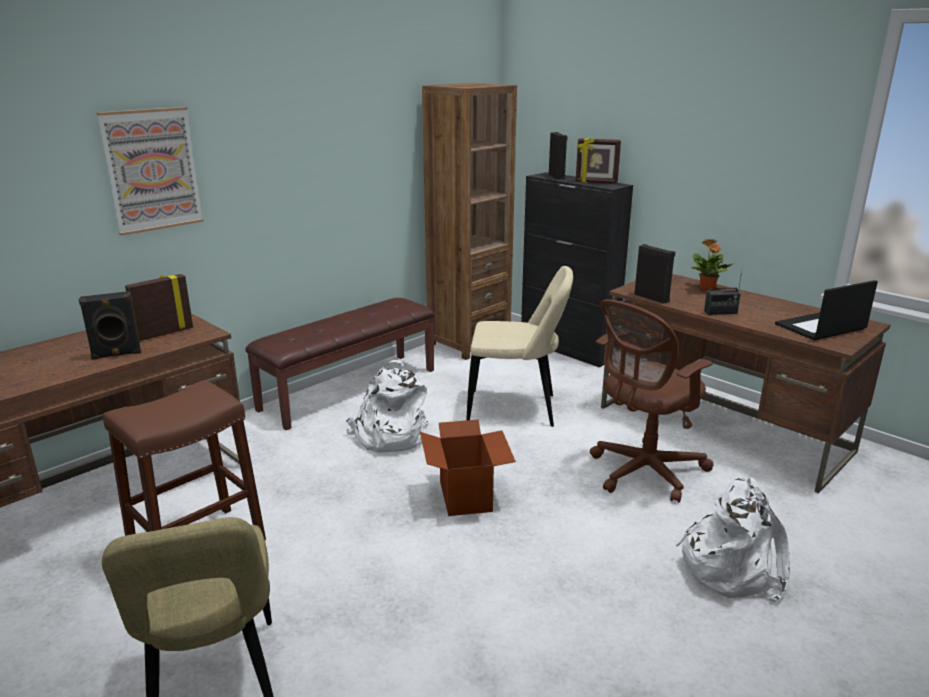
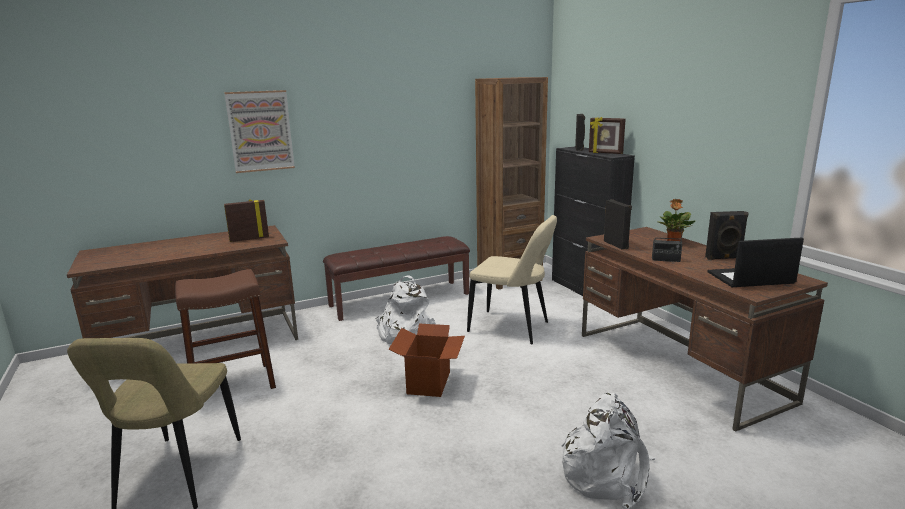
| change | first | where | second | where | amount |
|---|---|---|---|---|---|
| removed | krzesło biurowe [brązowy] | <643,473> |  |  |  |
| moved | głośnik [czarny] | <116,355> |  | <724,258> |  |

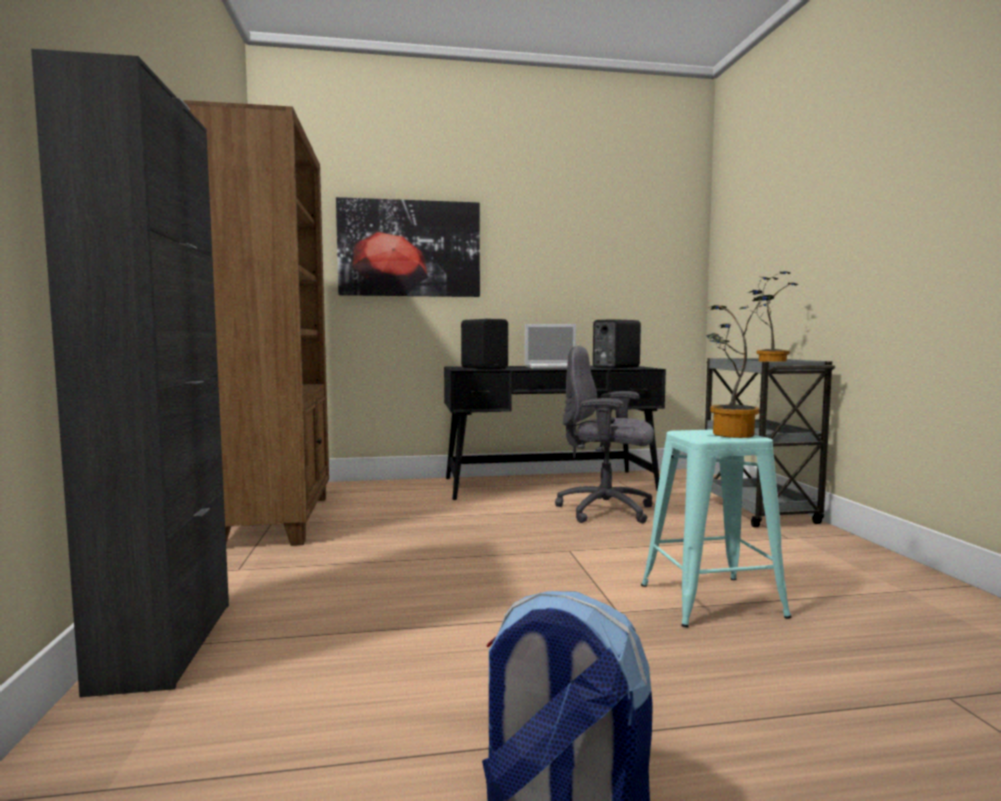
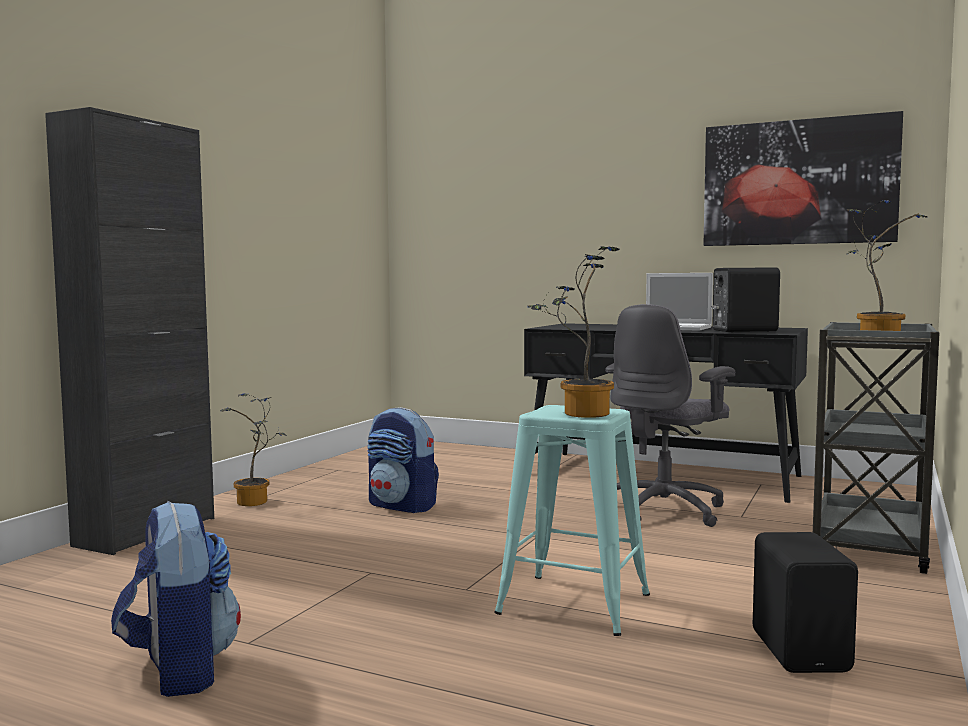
| change | first | where | second | where | amount |
|---|---|---|---|---|---|
| removed | regał [brązowy] | <278,519> |  |  |  |
| added |  |  | roślina doniczkowa | <256,503> |  |
| added |  |  | plecak | <402,506> |  |
| moved | obraz | <409,249> |  | <798,182> |  |
| moved | głośnik [czarny] | <485,368> |  | <802,651> |  |
| turned | krzesło biurowe [szary] | <606,511> |  | <665,510> | 105 degrees counterclockwise |

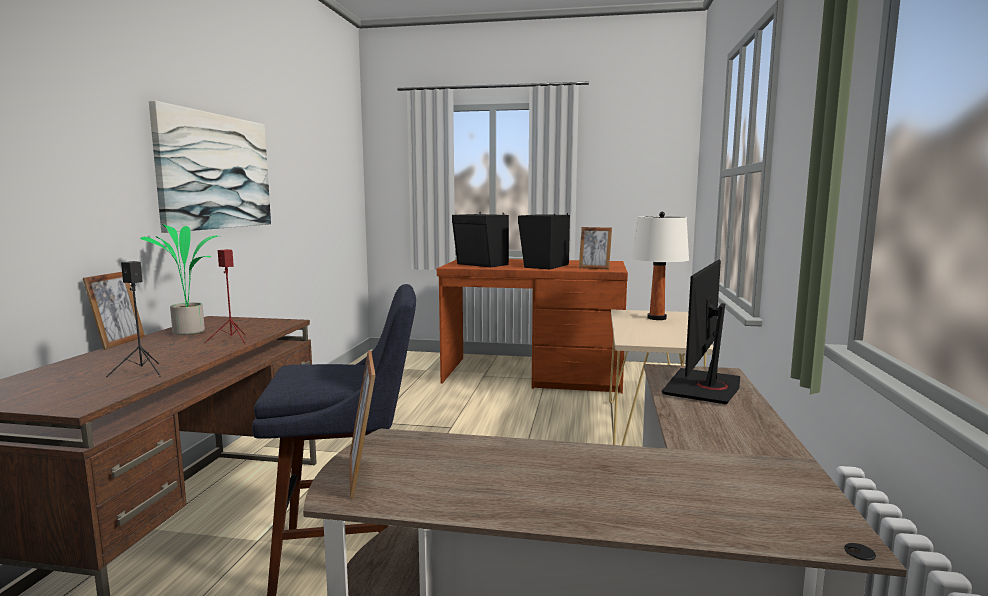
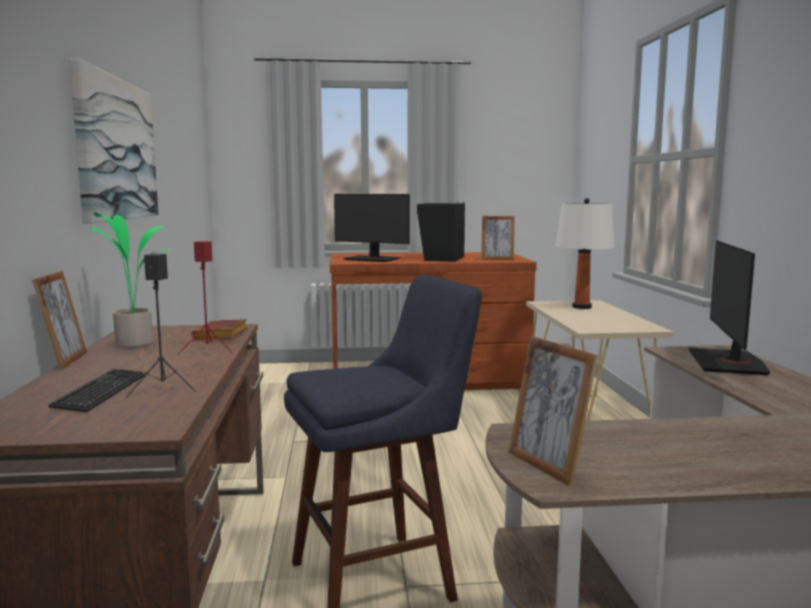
| change | first | where | second | where | amount |
|---|---|---|---|---|---|
| added |  |  | klawiatura | <101,392> |  |
| added |  |  | książka [brązowy] | <222,336> |  |
| replaced | głośnik [czarny] | <481,264> | monitor | <372,259> |  |

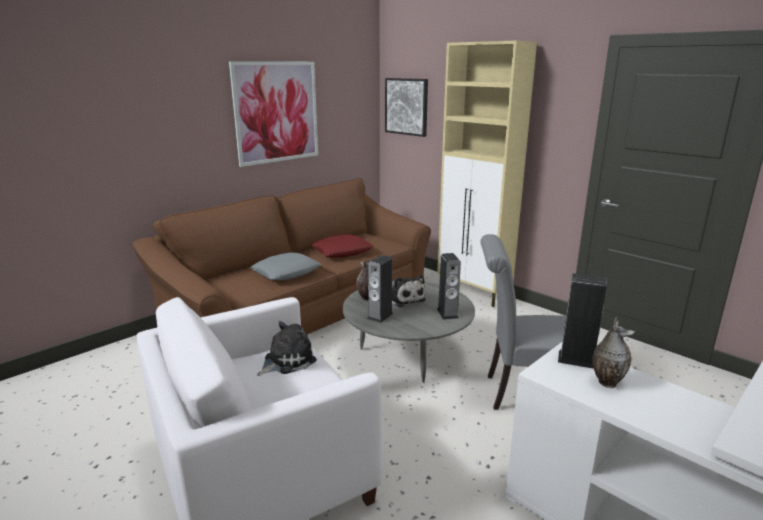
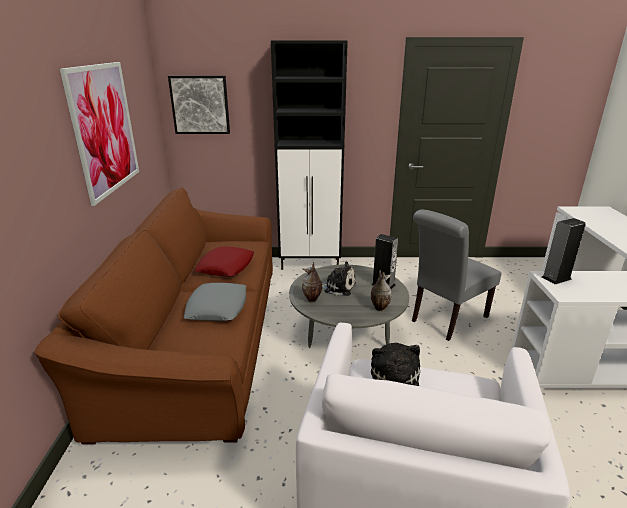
| change | first | where | second | where | amount |
|---|---|---|---|---|---|
| removed | głośnik | <380,316> |  |  |  |
| moved | wazon | <606,382> |  | <379,308> |  |
| recoloured | szafka [beżowy] | <474,293> | szafka [czarny] | <311,264> |  |

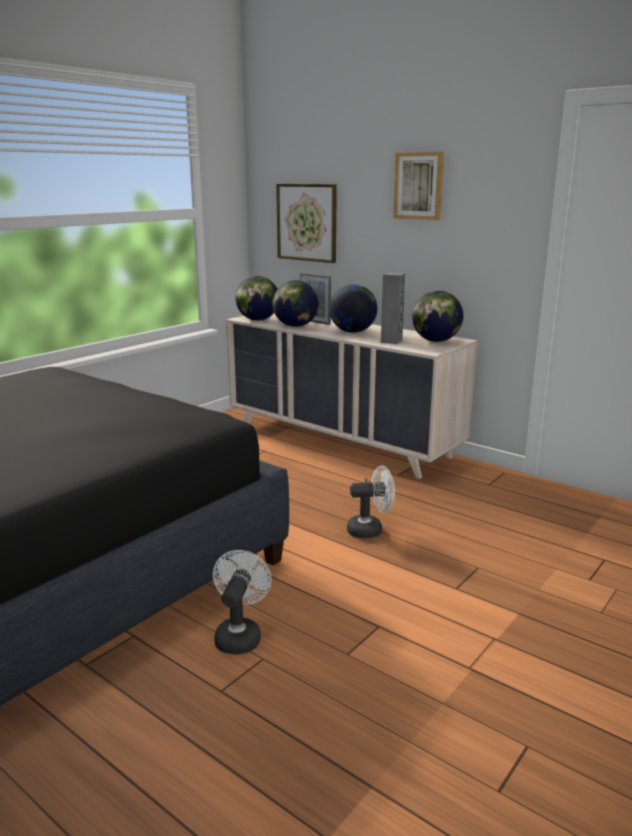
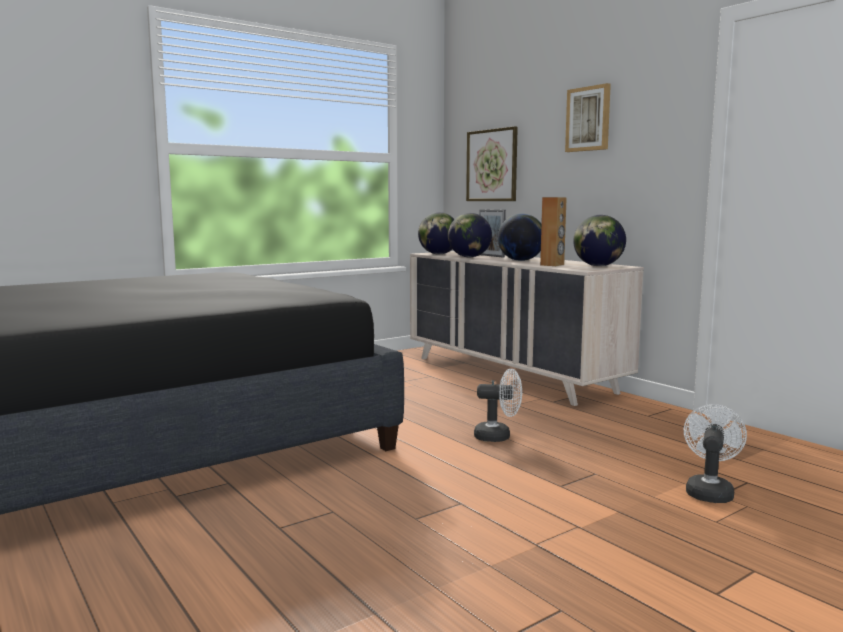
| change | first | where | second | where | amount |
|---|---|---|---|---|---|
| moved | wentylator [biały] | <239,635> |  | <709,491> |  |
| recoloured | głośnik [szary] | <392,341> | głośnik [brązowy] | <552,265> |  |

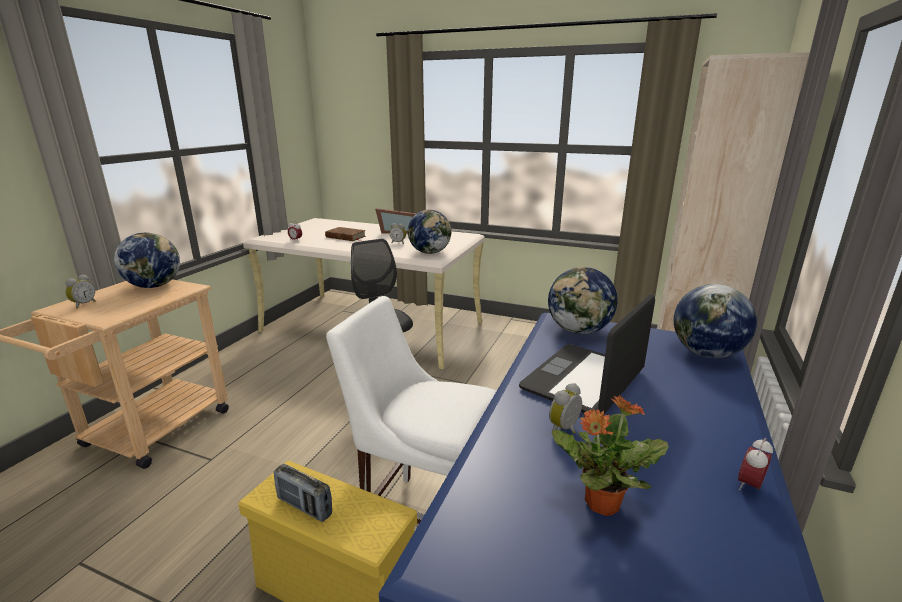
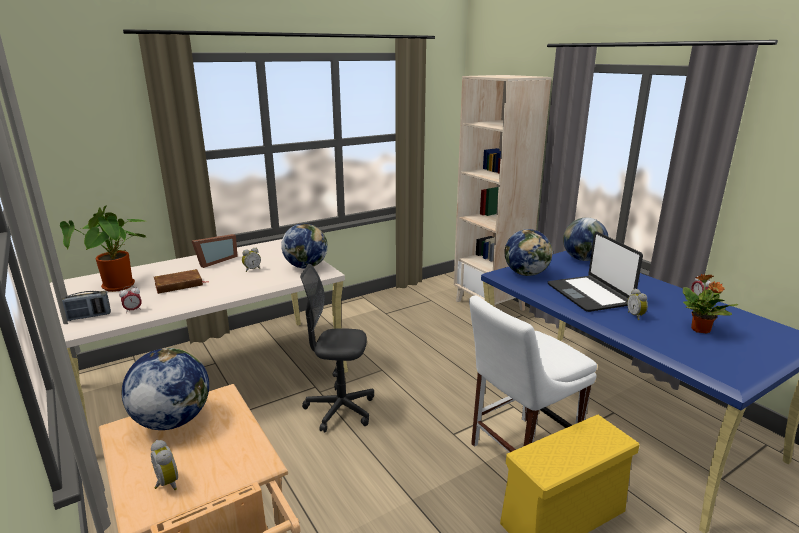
| change | first | where | second | where | amount |
|---|---|---|---|---|---|
| added |  |  | roślina doniczkowa | <119,287> |  |
| moved | radio | <304,507> |  | <88,316> |  |

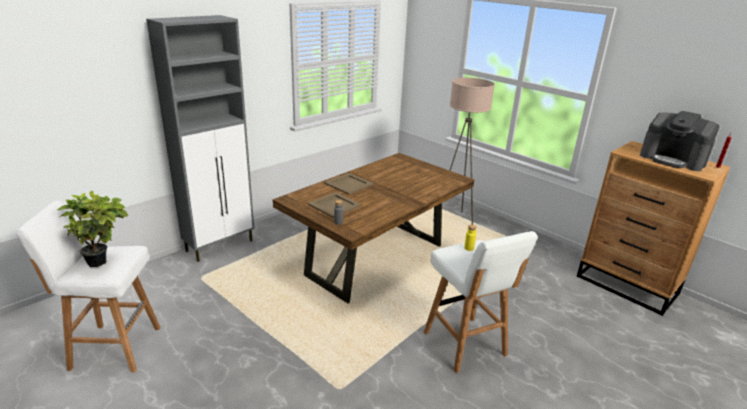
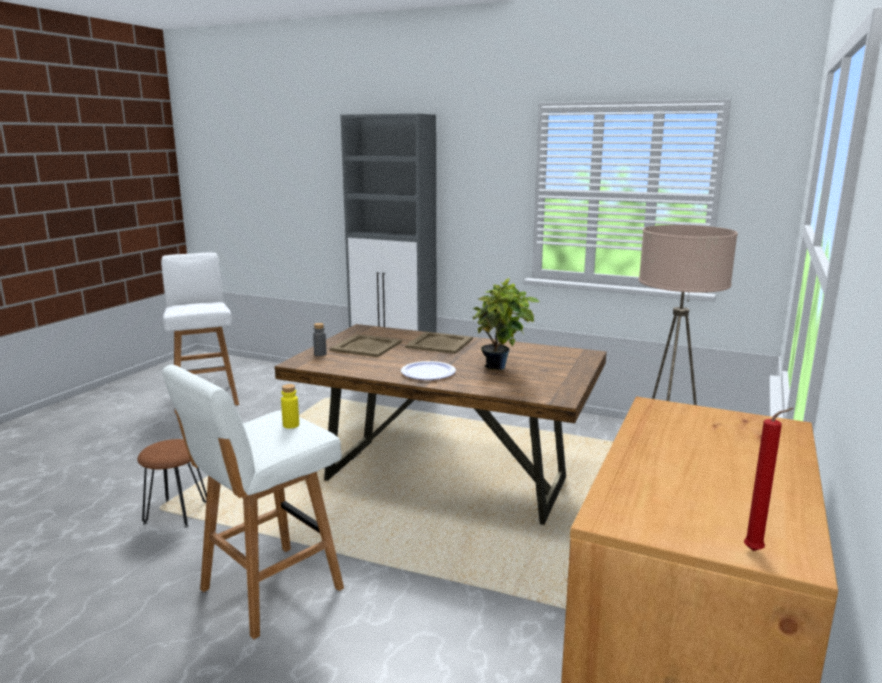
| change | first | where | second | where | amount |
|---|---|---|---|---|---|
| removed | ekspres do kawy | <673,159> |  |  |  |
| added |  |  | stołek [brązowy] | <177,513> |  |
| added |  |  | talerz | <428,372> |  |
| moved | roślina doniczkowa | <103,261> |  | <500,368> |  |

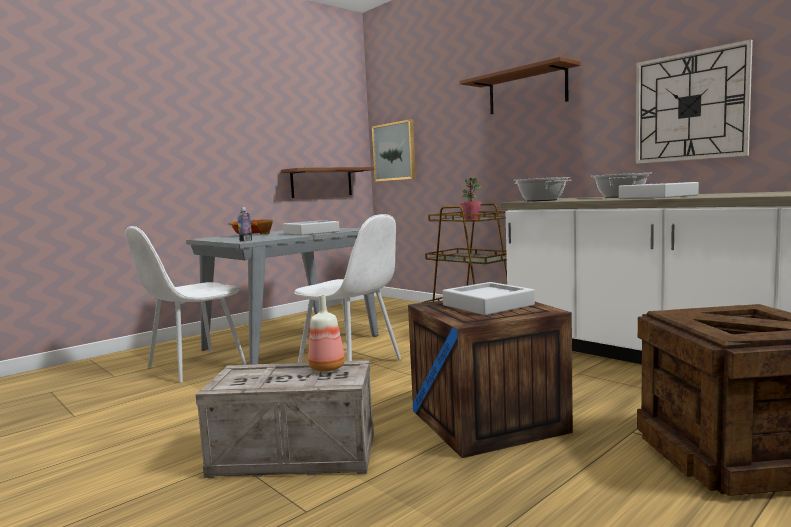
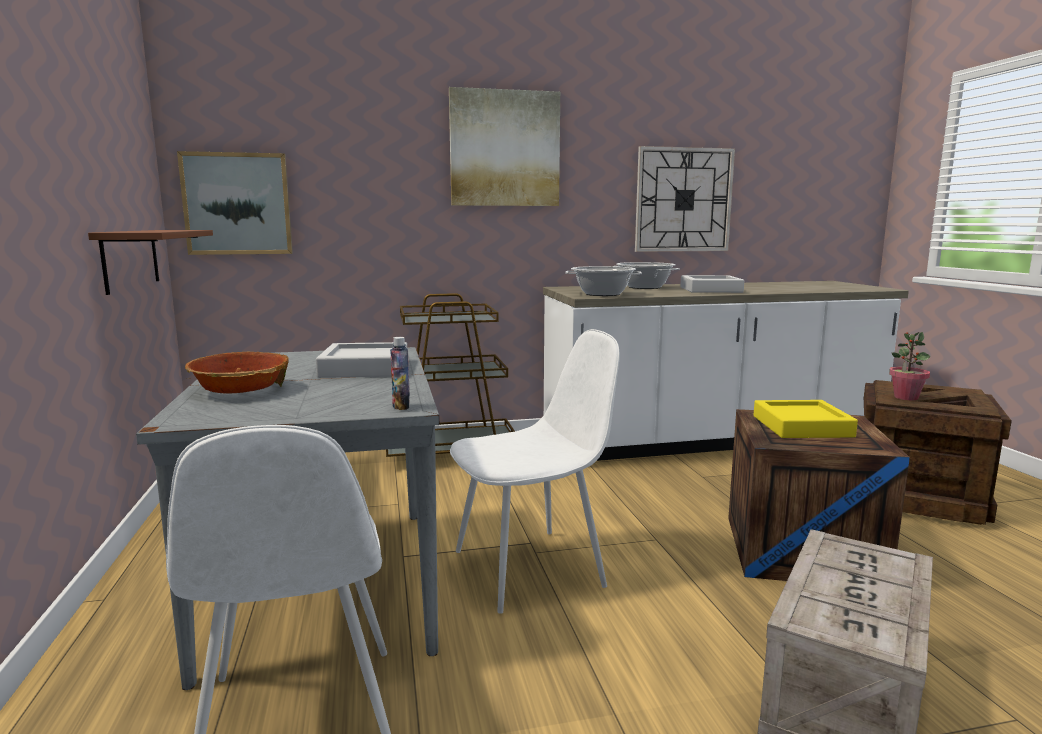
| change | first | where | second | where | amount |
|---|---|---|---|---|---|
| removed | butelka | <328,368> |  |  |  |
| moved | roślina doniczkowa | <471,219> |  | <905,397> |  |
| replaced | półka [brązowy] | <527,90> | obraz | <504,149> |  |
| recoloured | taca [szary] | <488,305> | taca [żółty] | <802,426> |  |

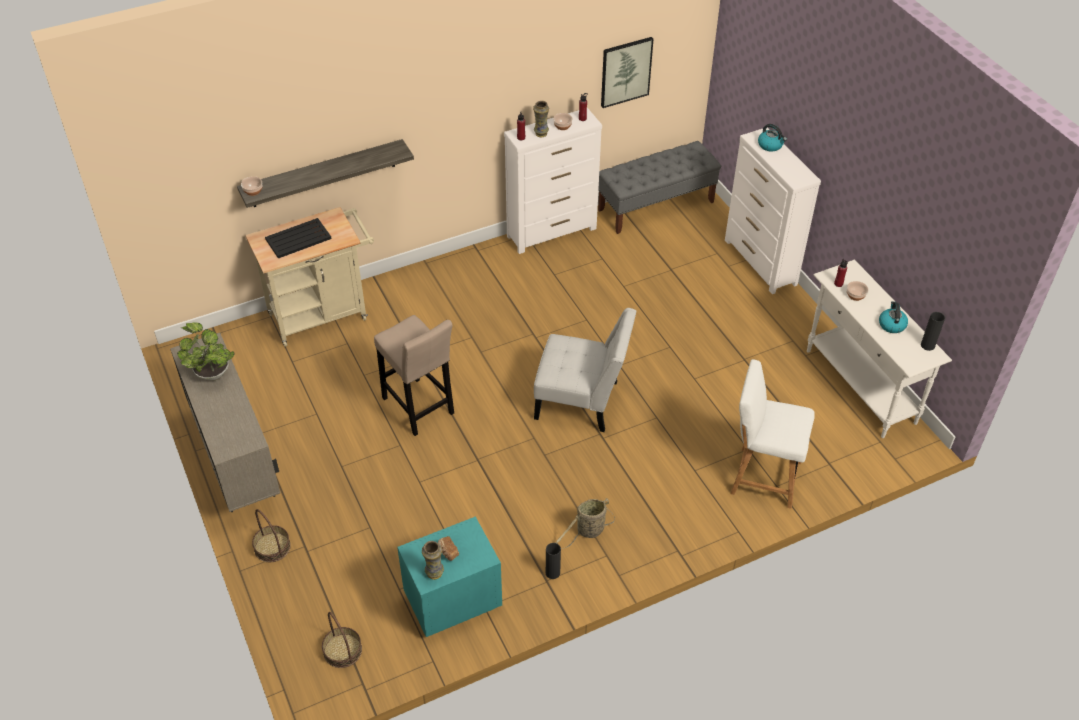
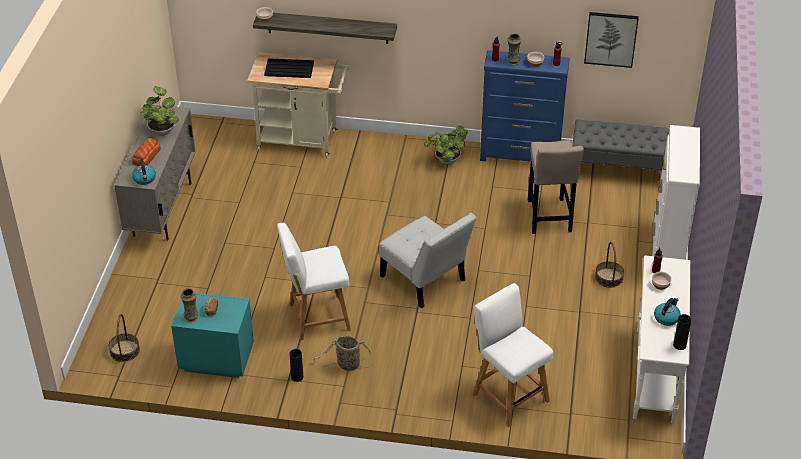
| change | first | where | second | where | amount |
|---|---|---|---|---|---|
| added |  |  | chleb | <146,156> |  |
| added |  |  | krzesło [biały] | <316,318> |  |
| added |  |  | roślina doniczkowa | <446,161> |  |
| moved | koszyk | <272,547> |  | <608,278> |  |
| moved | stołek [beżowy] | <419,409> |  | <548,218> |  |
| moved | czajnik | <770,145> |  | <144,179> |  |
| recoloured | komoda [biały] | <552,232> | komoda [niebieski] | <520,156> |  |

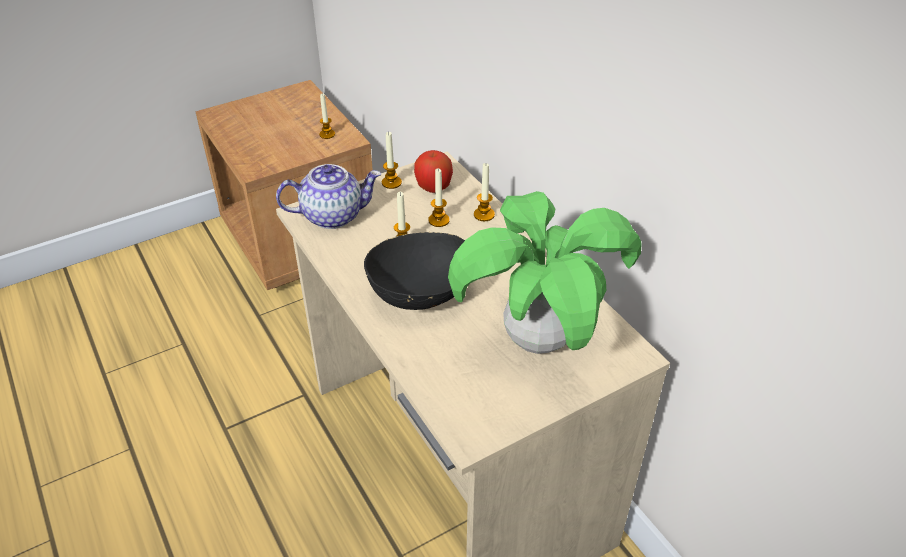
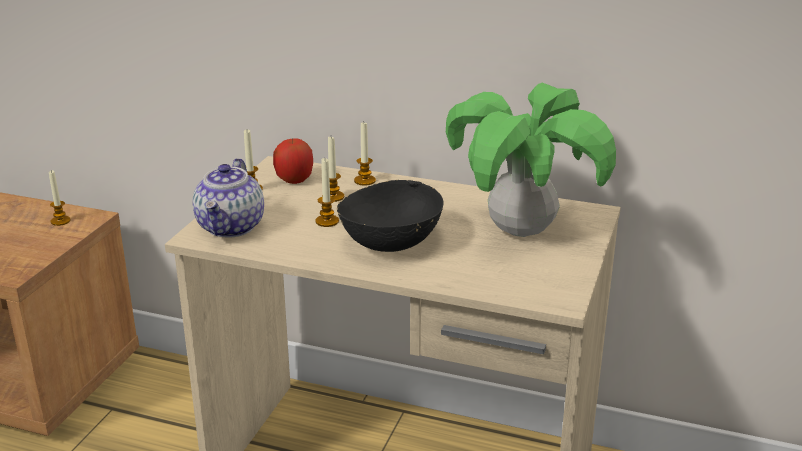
| change | first | where | second | where | amount |
|---|---|---|---|---|---|
| turned | imbryk | <333,215> |  | <231,227> | 150 degrees clockwise |

